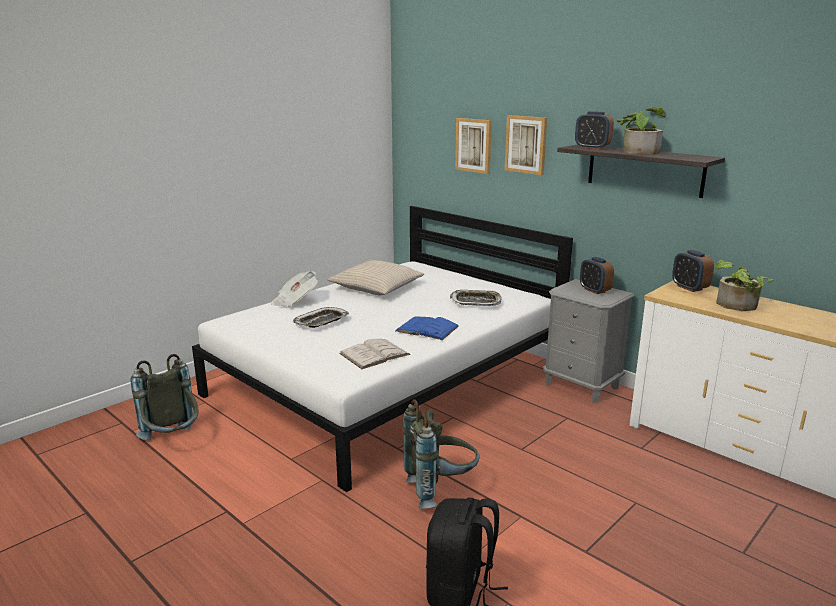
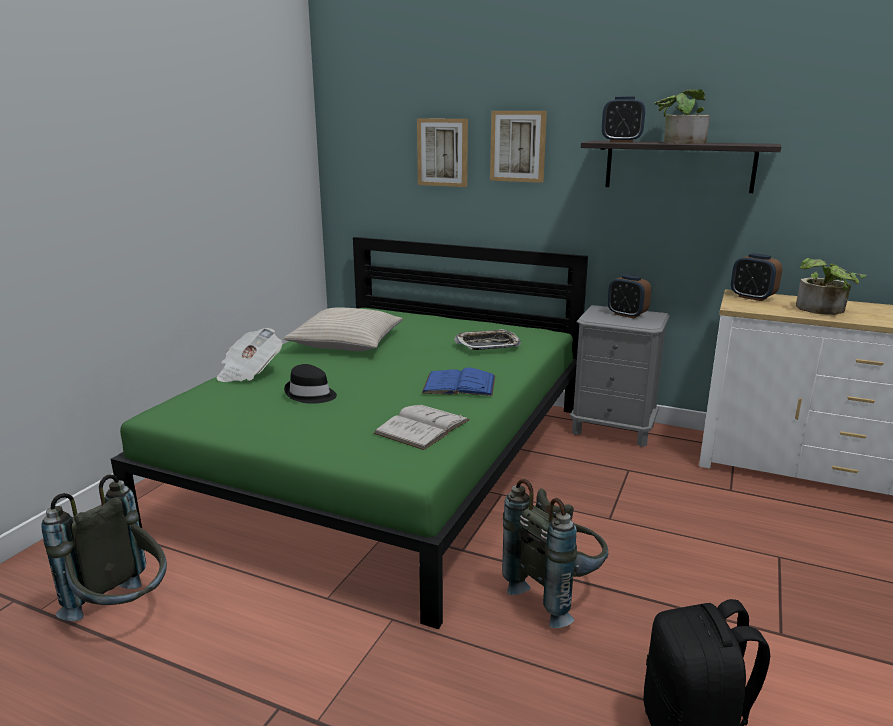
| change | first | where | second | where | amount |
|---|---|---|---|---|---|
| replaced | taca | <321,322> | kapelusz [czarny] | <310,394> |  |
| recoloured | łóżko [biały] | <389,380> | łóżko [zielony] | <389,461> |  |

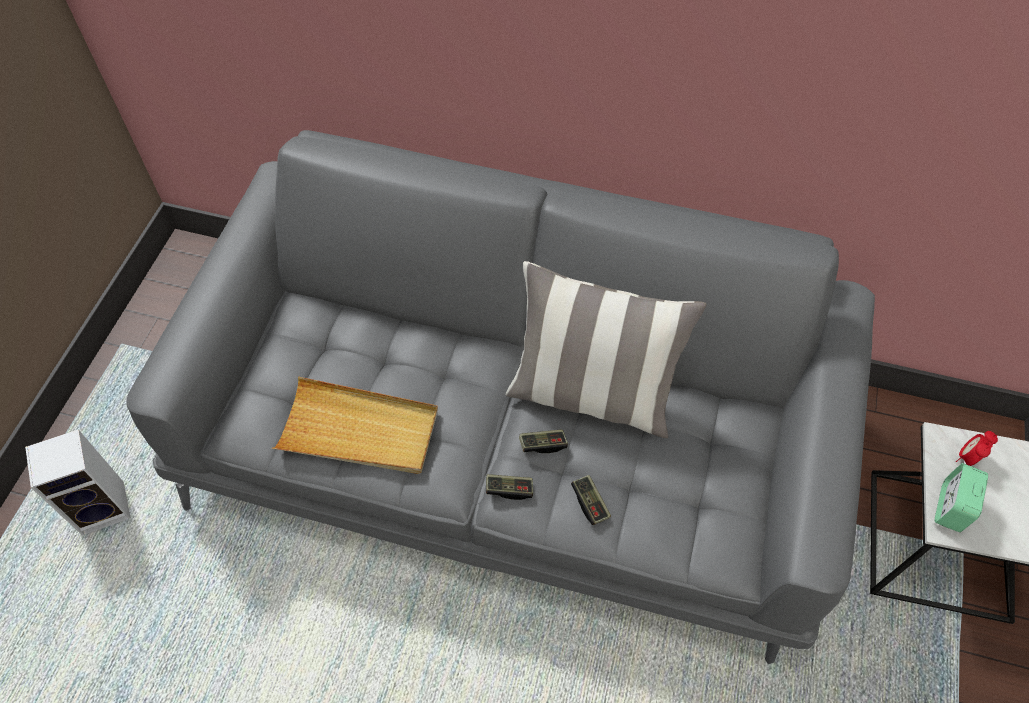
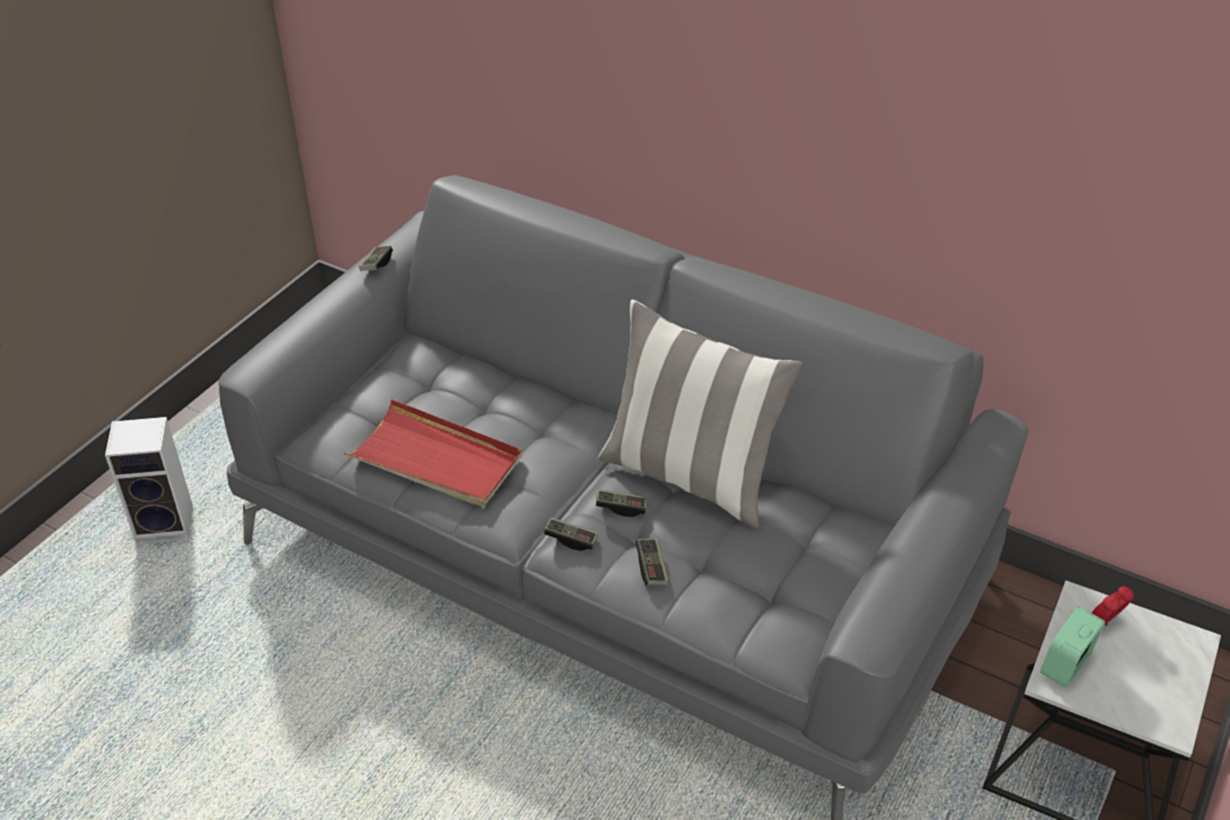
| change | first | where | second | where | amount |
|---|---|---|---|---|---|
| added |  |  | pad do gier | <376,265> |  |
| recoloured | taca [beżowy] | <359,430> | taca [czerwony] | <436,459> |  |

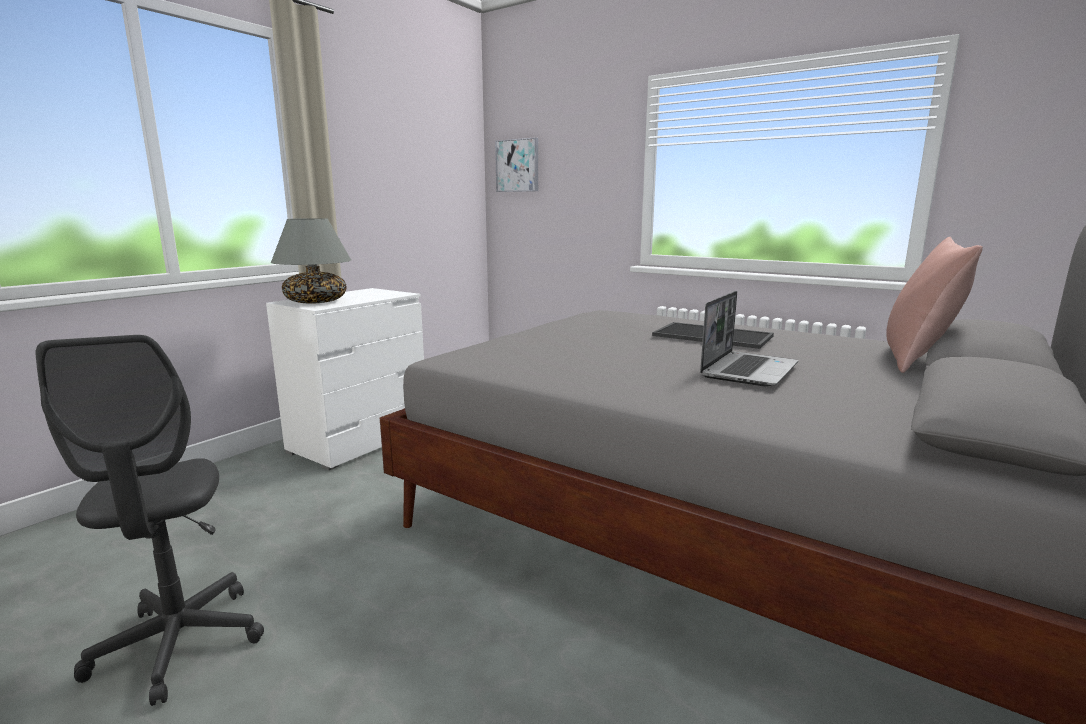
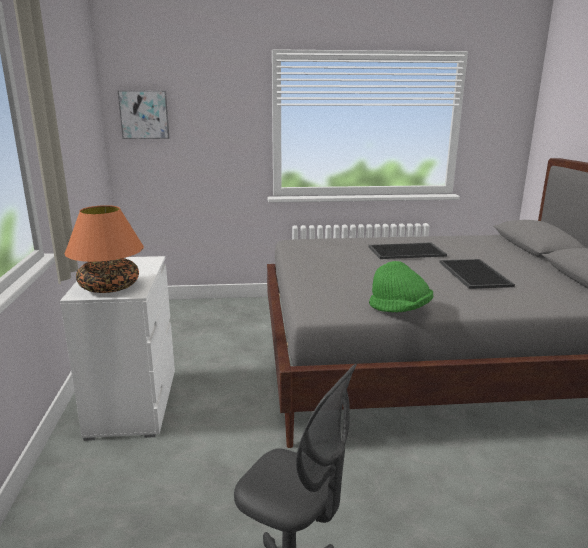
| change | first | where | second | where | amount |
|---|---|---|---|---|---|
| removed | poduszka [różowy] | <917,360> |  |  |  |
| added |  |  | kapelusz [zielony] | <400,309> |  |
| replaced | laptop | <748,370> | taca | <473,273> |  |
| recoloured | lampa stołowa [szary] | <316,302> | lampa stołowa [pomarańczowy] | <109,287> |  |

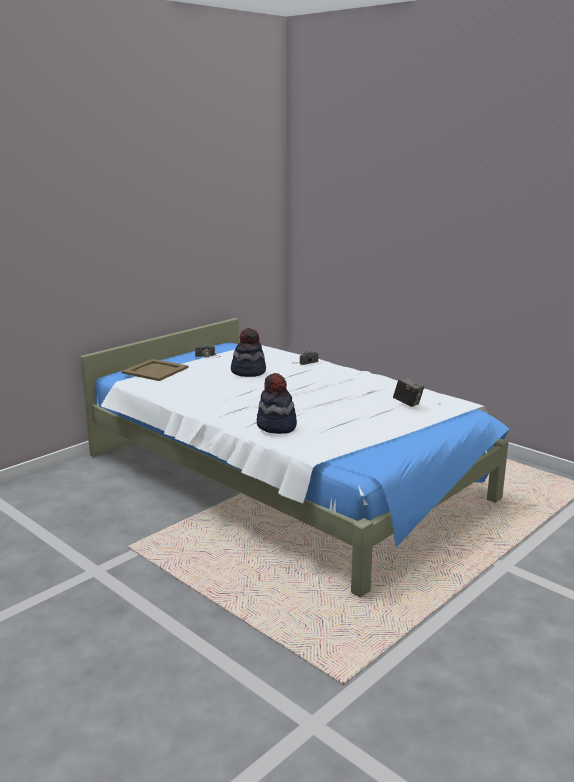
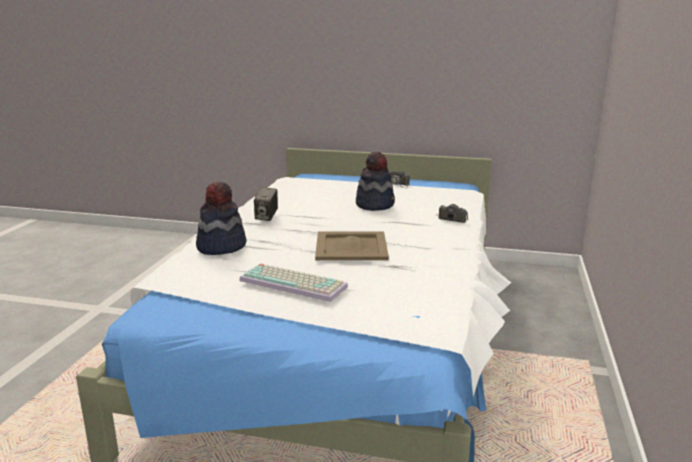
| change | first | where | second | where | amount |
|---|---|---|---|---|---|
| added |  |  | klawiatura | <295,283> |  |
| moved | taca [beżowy] | <155,370> |  | <352,246> |  |
| moved | aparat fotograficzny | <407,403> |  | <266,217> |  |

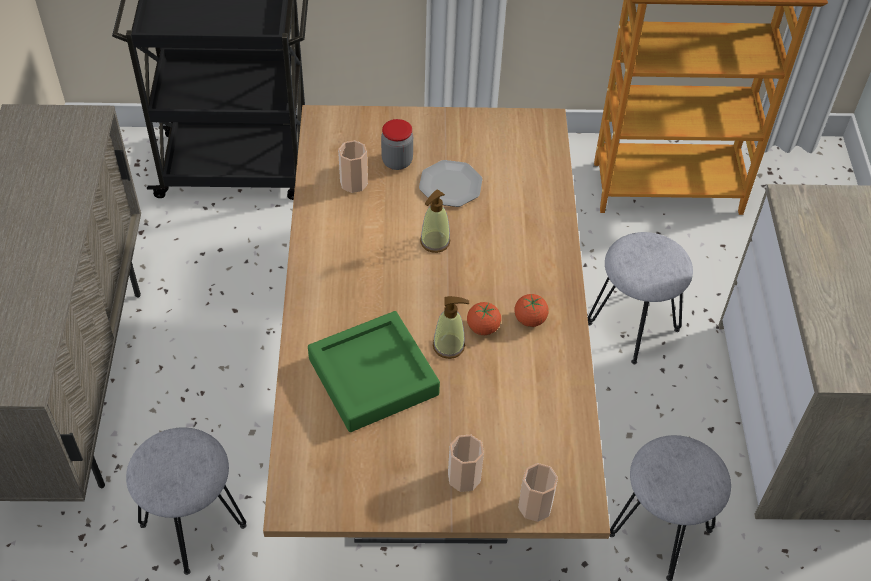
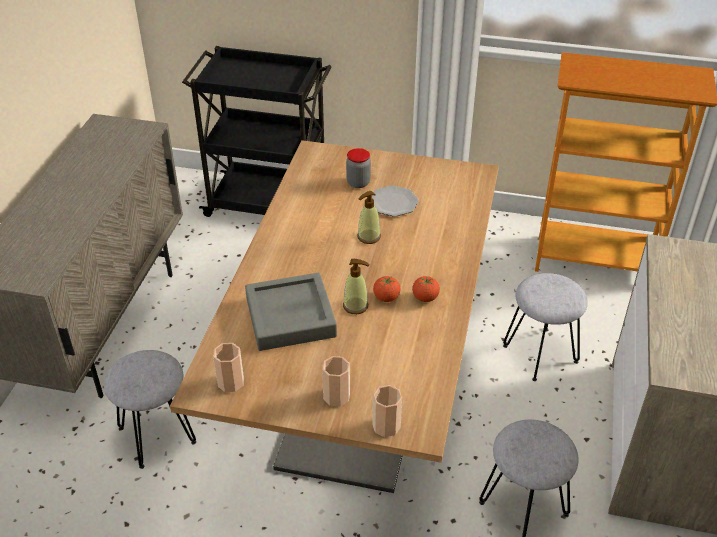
| change | first | where | second | where | amount |
|---|---|---|---|---|---|
| moved | filiżanka | <353,183> |  | <231,382> |  |
| recoloured | taca [zielony] | <373,377> | taca [szary] | <290,317> |  |

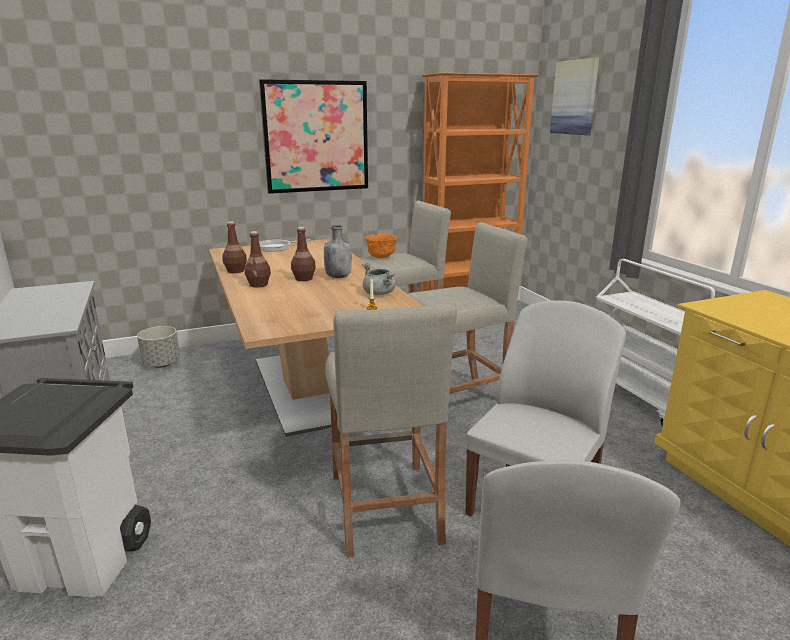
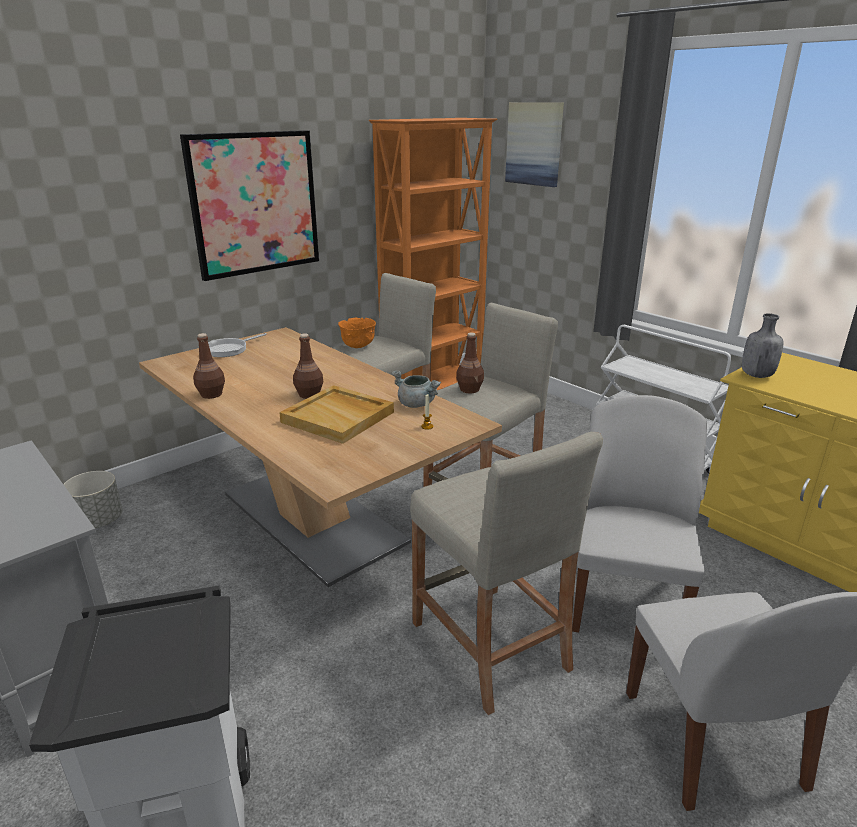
| change | first | where | second | where | amount |
|---|---|---|---|---|---|
| added |  |  | taca [beżowy] | <339,417> |  |
| moved | butelka [brązowy] | <259,284> |  | <470,389> |  |
| moved | butelka [szary] | <338,277> |  | <756,375> |  |

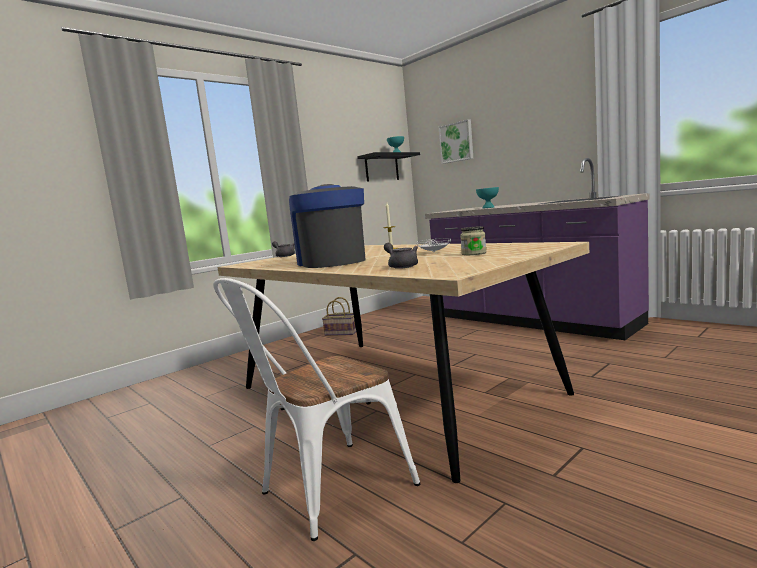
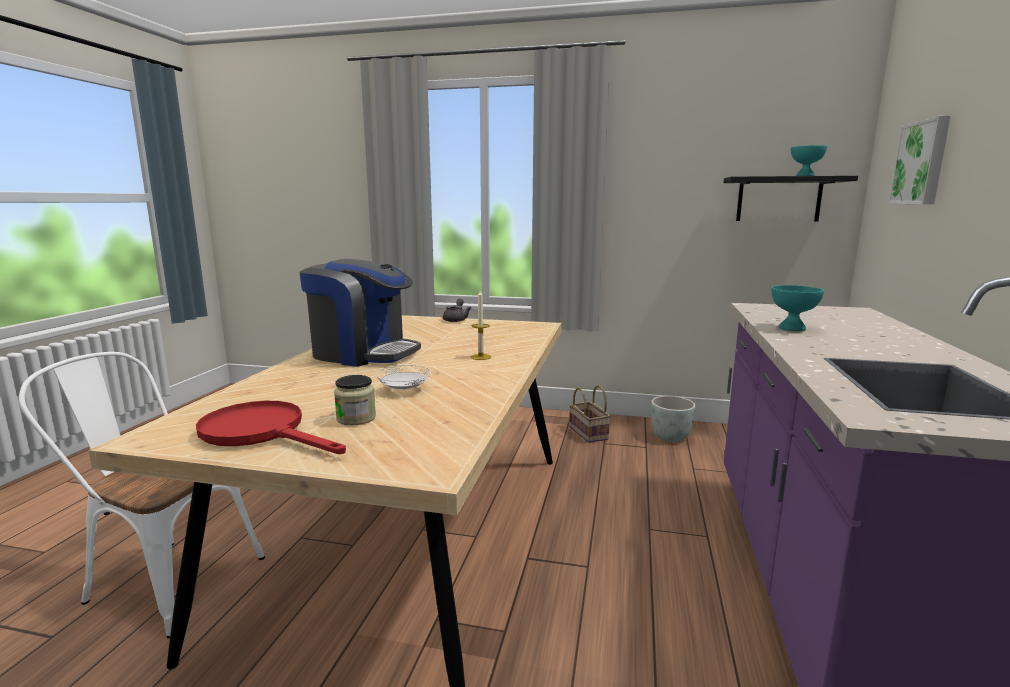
| change | first | where | second | where | amount |
|---|---|---|---|---|---|
| removed | imbryk [szary] | <401,266> |  |  |  |
| added |  |  | patelnia [czerwony] | <262,432> |  |
| added |  |  | donica [szary] | <671,437> |  |
| turned | ekspres do kawy | <332,262> |  | <363,353> | 75 degrees clockwise |

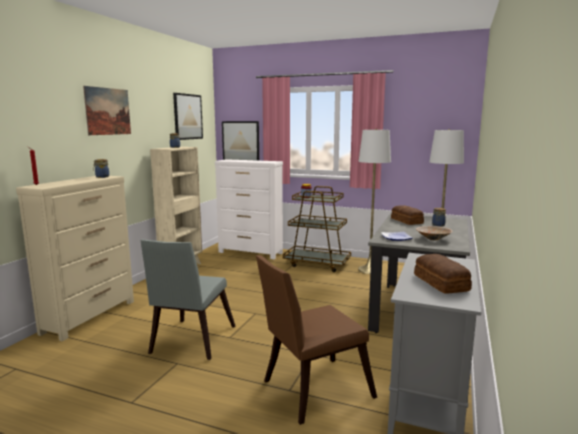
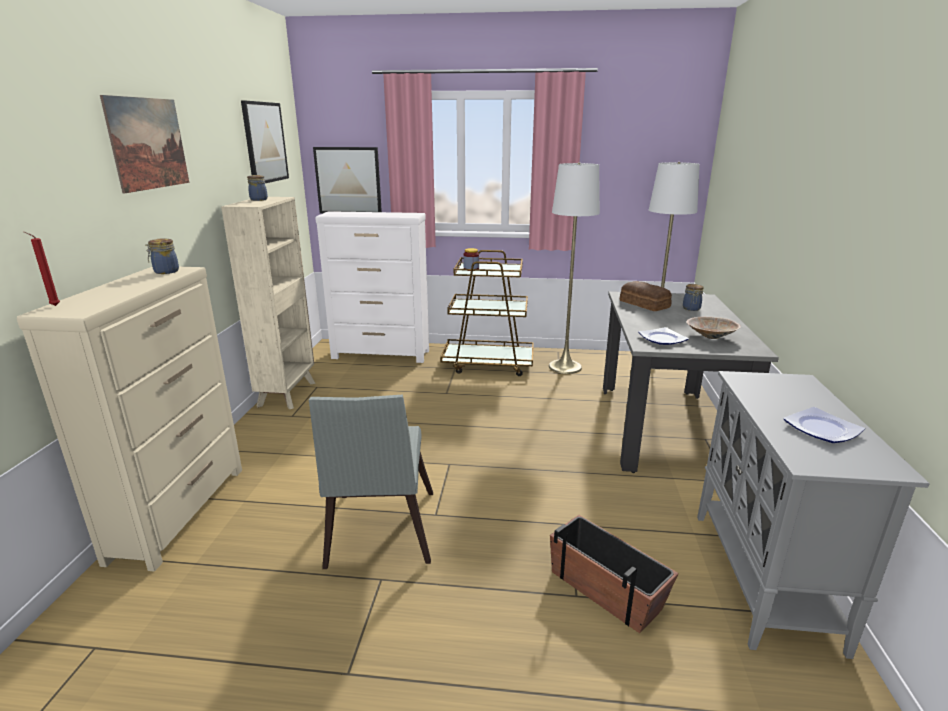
| change | first | where | second | where | amount |
|---|---|---|---|---|---|
| replaced | krzesło [brązowy] | <311,390> | donica | <605,589> |  |
| replaced | chleb | <440,283> | talerz | <822,430> |  |

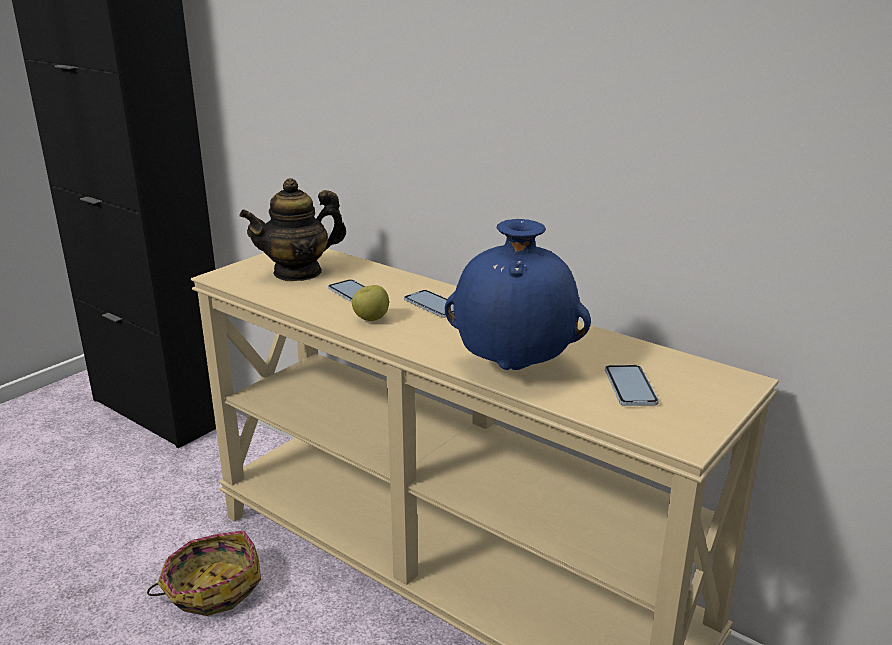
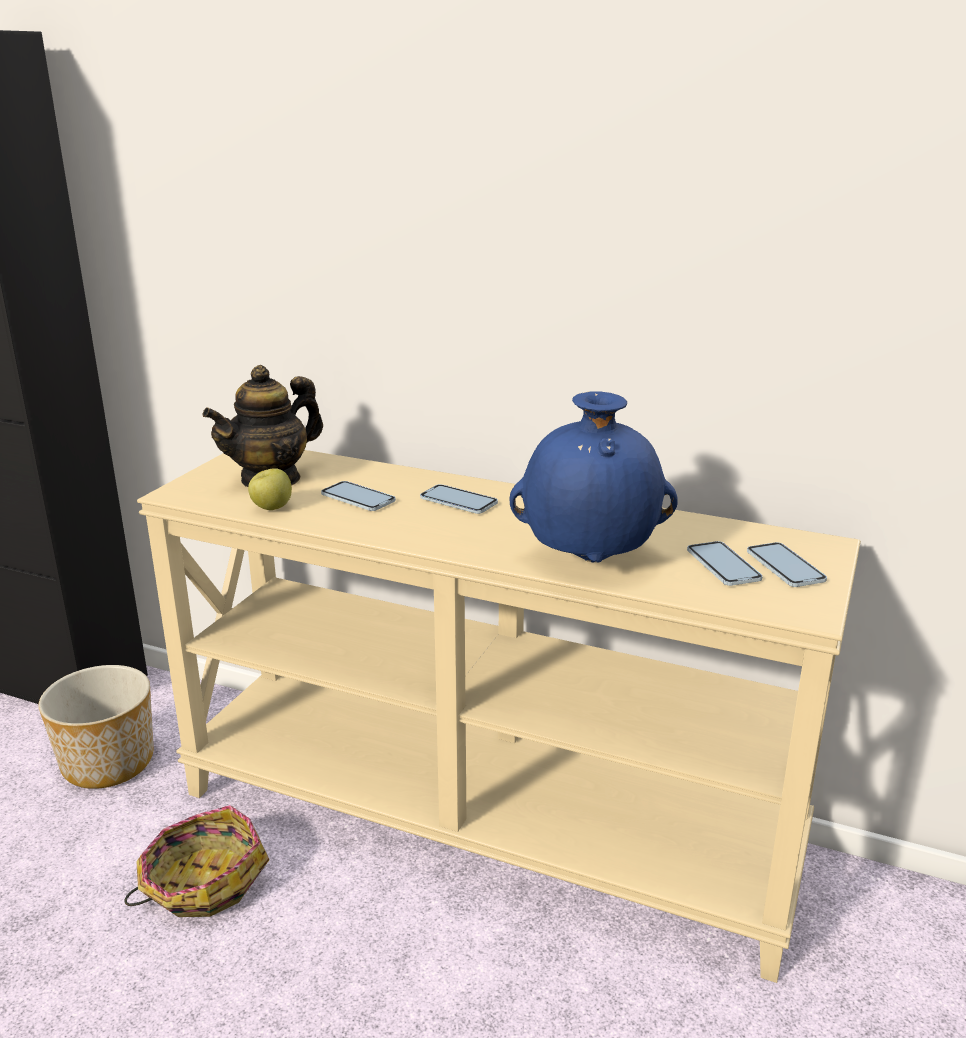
| change | first | where | second | where | amount |
|---|---|---|---|---|---|
| added |  |  | donica | <109,762> |  |
| added |  |  | telefon | <785,566> |  |
| moved | jabłko | <371,319> |  | <271,508> |  |

